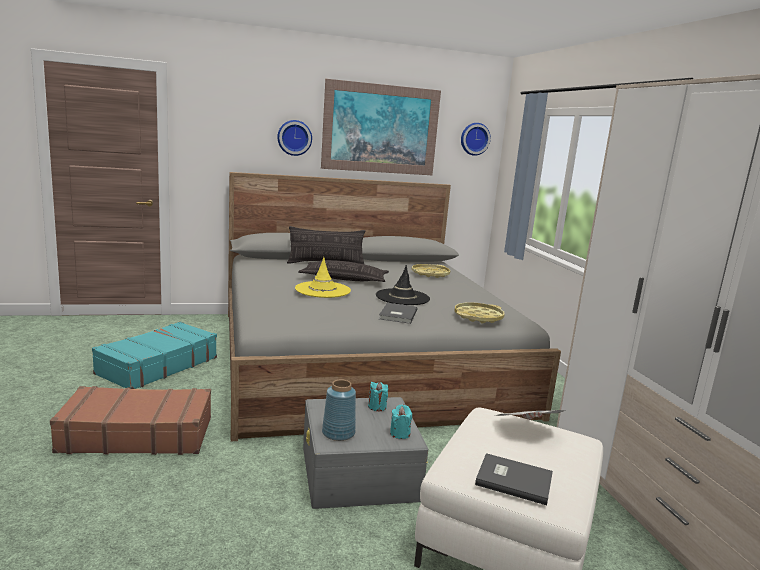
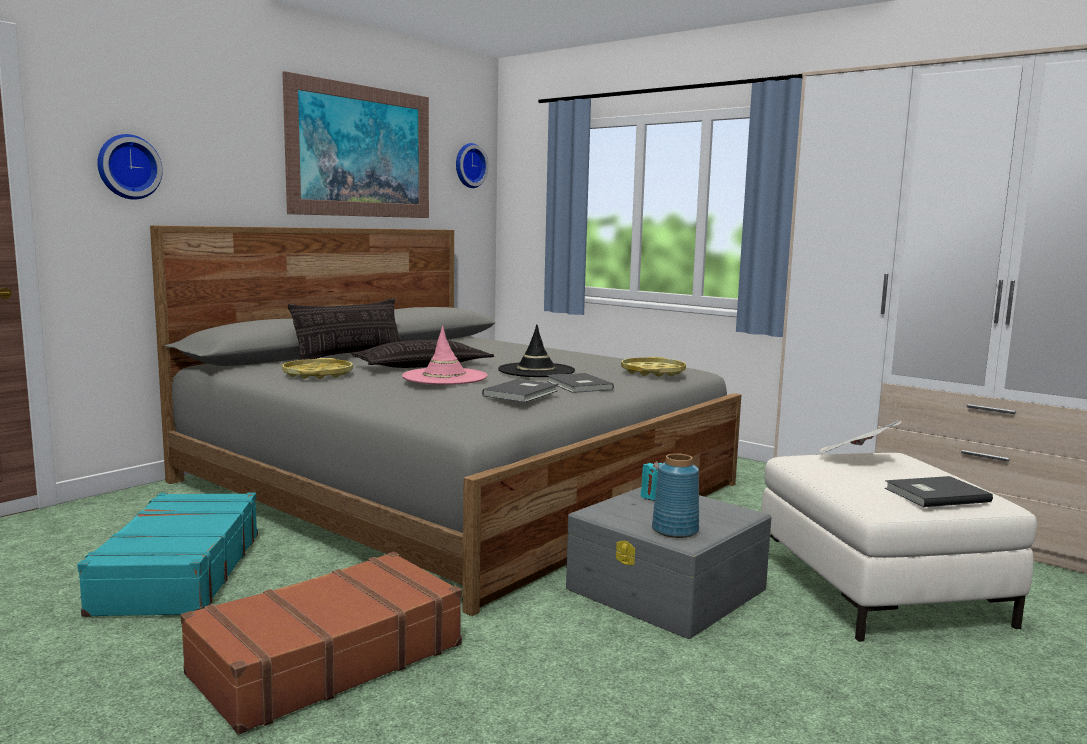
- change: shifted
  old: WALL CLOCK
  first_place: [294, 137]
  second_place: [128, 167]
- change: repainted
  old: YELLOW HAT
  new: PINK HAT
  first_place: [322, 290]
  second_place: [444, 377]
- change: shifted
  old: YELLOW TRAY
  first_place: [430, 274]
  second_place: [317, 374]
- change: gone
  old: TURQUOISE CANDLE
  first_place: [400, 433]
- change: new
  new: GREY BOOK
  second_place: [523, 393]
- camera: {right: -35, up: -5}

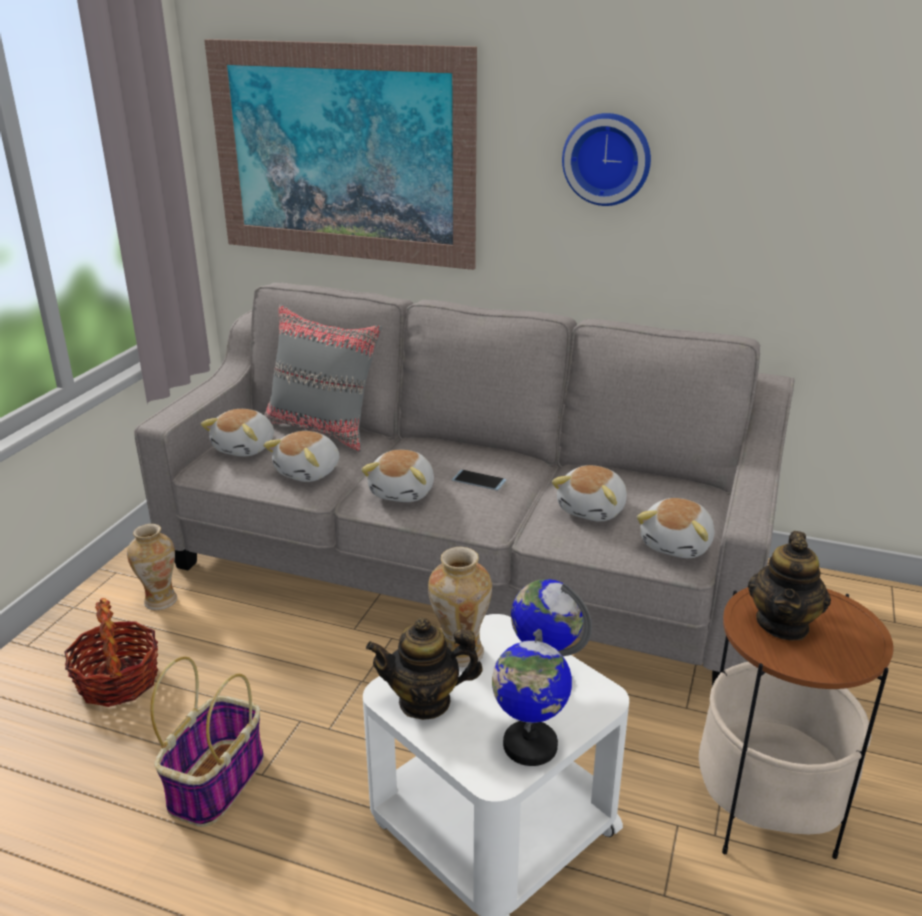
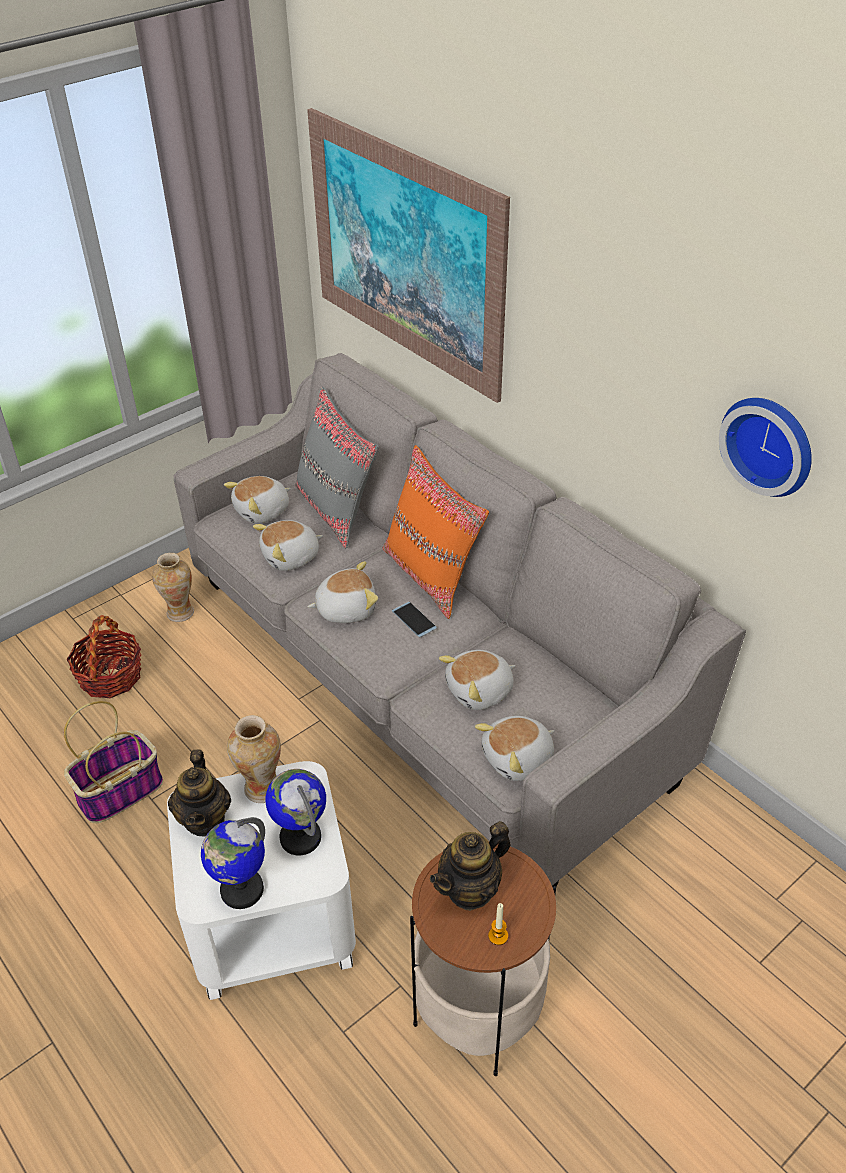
- change: shifted
  old: WALL CLOCK
  first_place: [607, 158]
  second_place: [770, 443]
- change: rotated
  old: PLUSH TOY
  first_place: [403, 492]
  second_place: [346, 608]
  degrees: -150
- change: rotated
  old: TEAPOT
  first_place: [425, 701]
  second_place: [205, 819]
  degrees: -120
- change: new
  new: ORANGE PILLOW
  second_place: [431, 575]
- change: new
  new: CANDLE
  second_place: [498, 936]
- camera: {right: 30, up: 15}

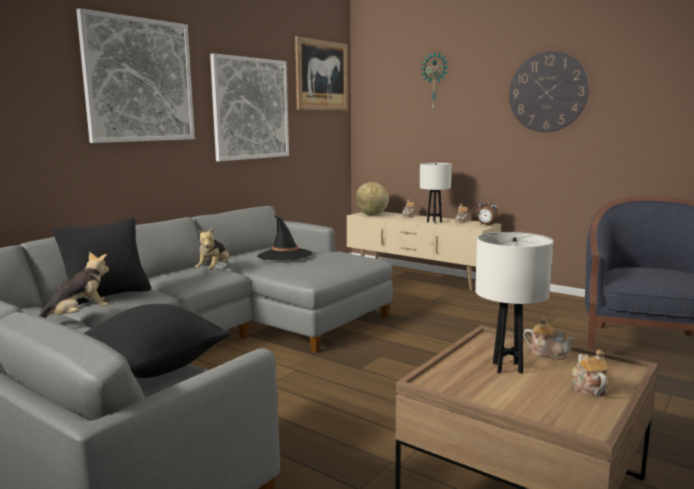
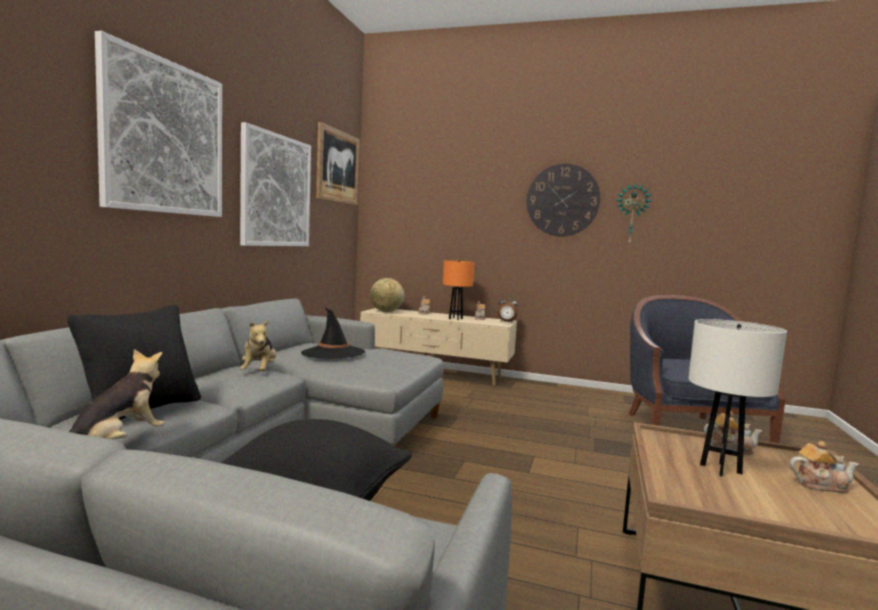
- change: shifted
  old: WALL CLOCK
  first_place: [435, 81]
  second_place: [632, 214]
- change: repainted
  old: WHITE TABLE LAMP
  new: ORANGE TABLE LAMP
  first_place: [434, 222]
  second_place: [455, 319]
- change: rotated
  old: TEAPOT
  first_place: [588, 388]
  second_place: [820, 485]
  degrees: 120
- camera: {right: -20, up: -5}

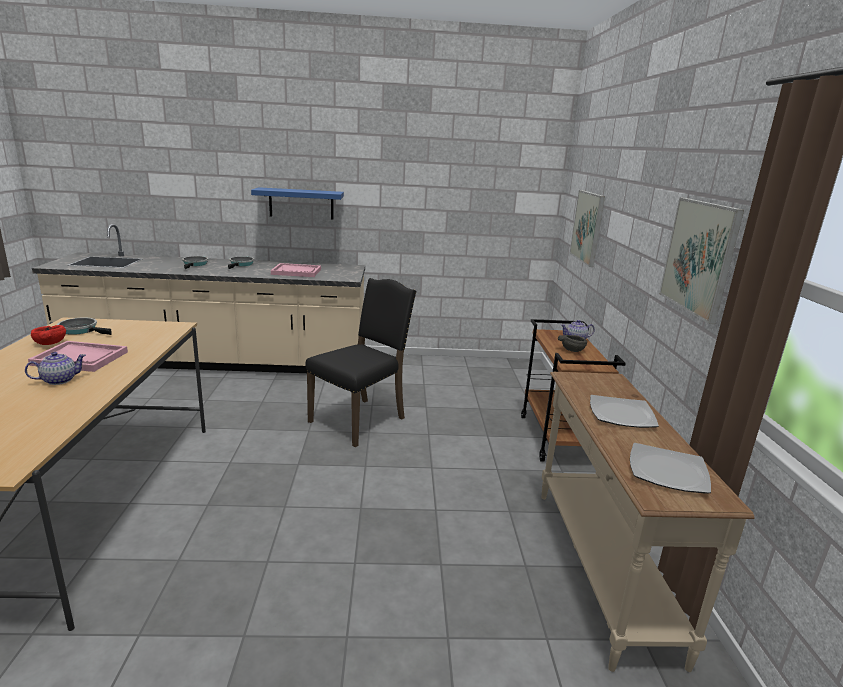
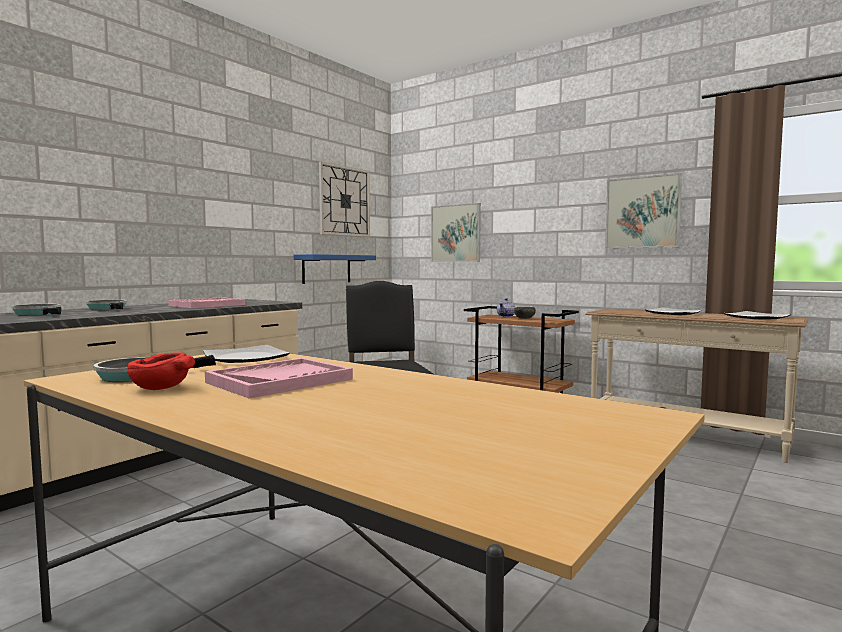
- change: shifted
  old: BLUE SHELF
  first_place: [301, 203]
  second_place: [326, 269]
- change: gone
  old: TEAPOT
  first_place: [59, 380]
- change: new
  new: WALL CLOCK
  second_place: [344, 201]
- change: new
  new: PLATE
  second_place: [247, 358]
- camera: {right: -50, up: -15}

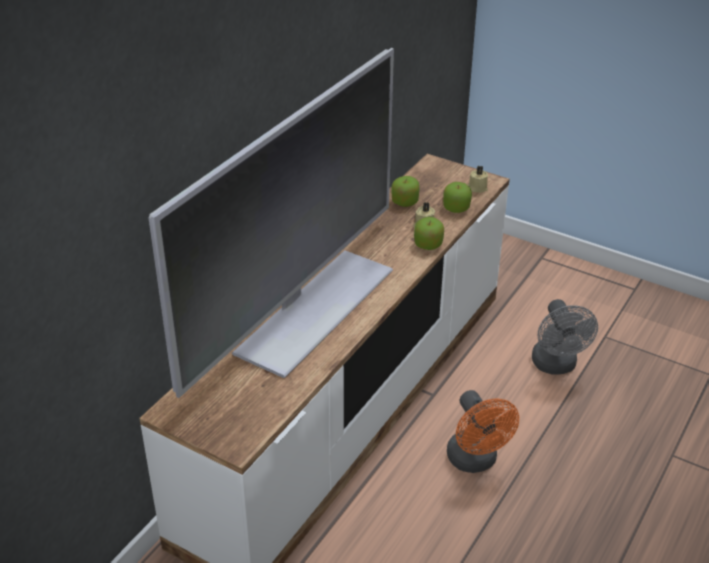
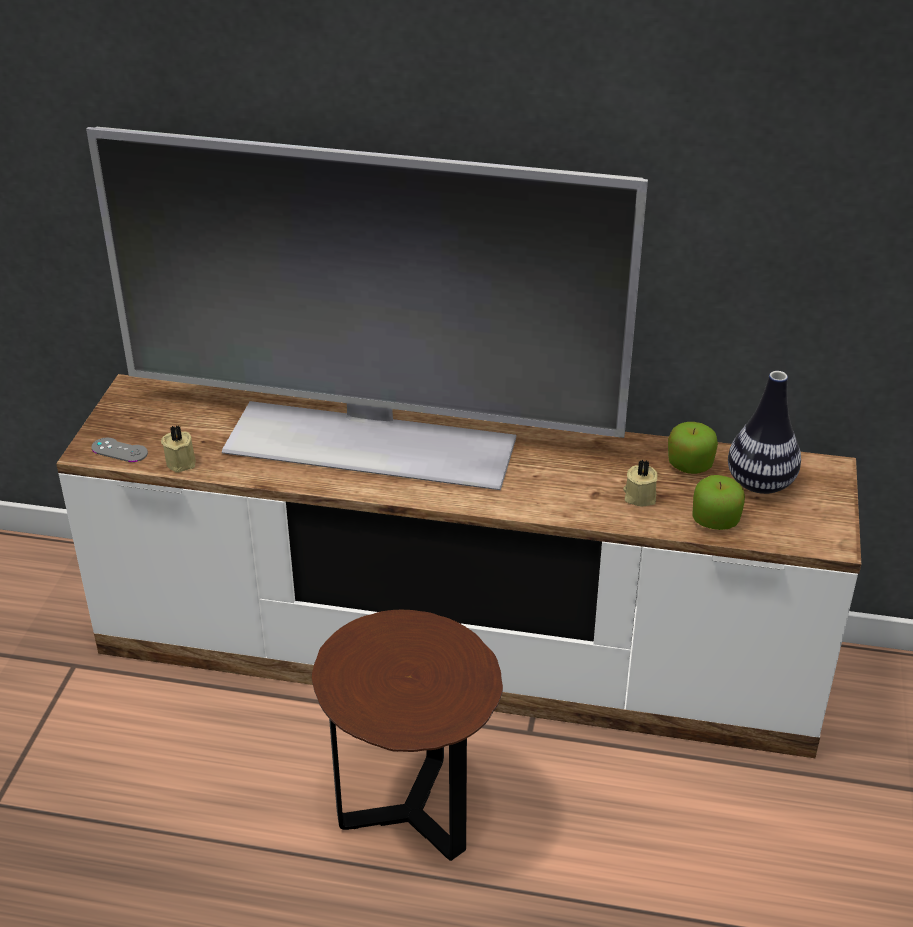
- change: shifted
  old: BEIGE CANDLE
  first_place: [477, 188]
  second_place: [182, 461]
- change: gone
  old: APPLE
  first_place: [428, 244]
- change: gone
  old: GREY FAN
  first_place: [556, 366]
- change: swapped
  old: ORANGE FAN
  new: BROWN SIDE TABLE
  first_place: [475, 461]
  second_place: [411, 814]
- change: new
  new: VASE
  second_place: [760, 484]
- change: new
  new: GREY GAME CONTROLLER
  second_place: [119, 450]
- camera: {right: 70, up: 0}

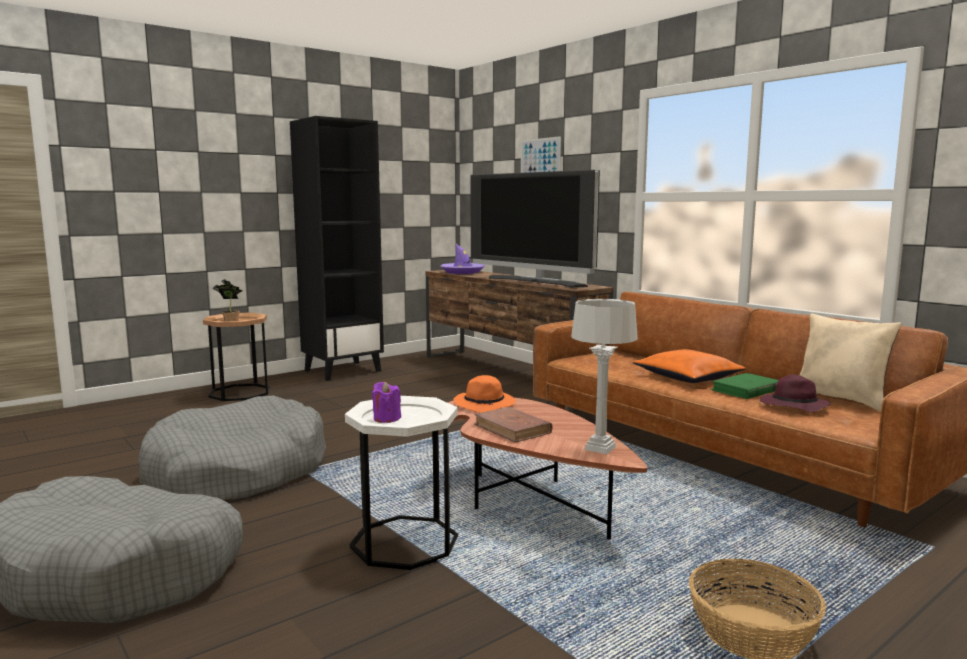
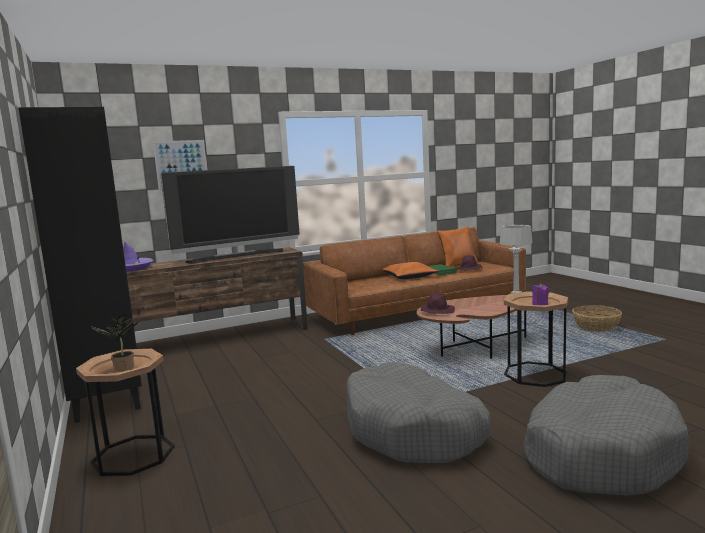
- change: repainted
  old: BEIGE PILLOW
  new: ORANGE PILLOW
  first_place: [841, 400]
  second_place: [458, 265]
- change: repainted
  old: ORANGE HAT
  new: PURPLE HAT
  first_place: [485, 405]
  second_place: [437, 311]
- change: repainted
  old: WHITE SIDE TABLE
  new: BROWN SIDE TABLE
  first_place: [404, 542]
  second_place: [535, 374]
- change: gone
  old: BROWN BOOK
  first_place: [512, 429]
- camera: {right: -75, up: 0}

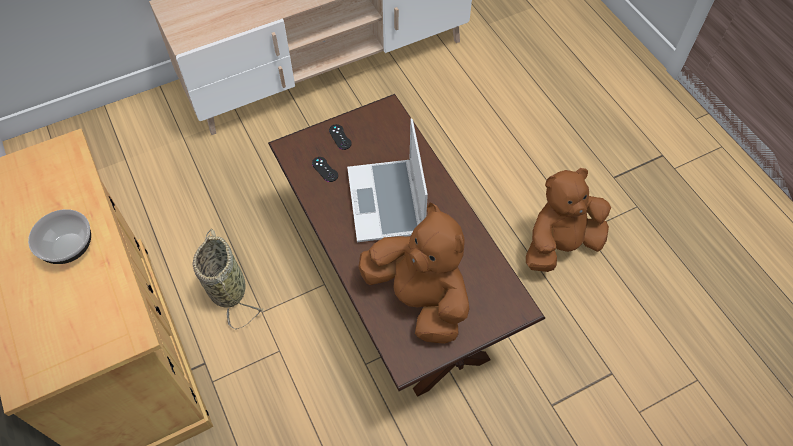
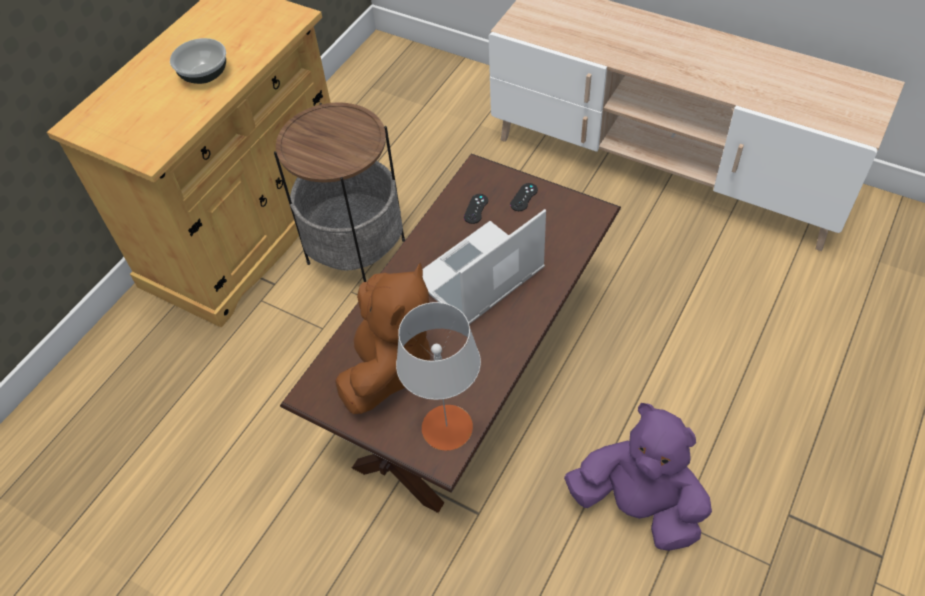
- change: repainted
  old: BROWN PLUSH TOY
  new: PURPLE PLUSH TOY
  first_place: [560, 244]
  second_place: [638, 505]
- change: swapped
  old: BASKET
  new: SIDE TABLE
  first_place: [227, 287]
  second_place: [356, 252]
- change: new
  new: GREY TABLE LAMP
  second_place: [447, 428]
- camera: {right: 60, up: -5}

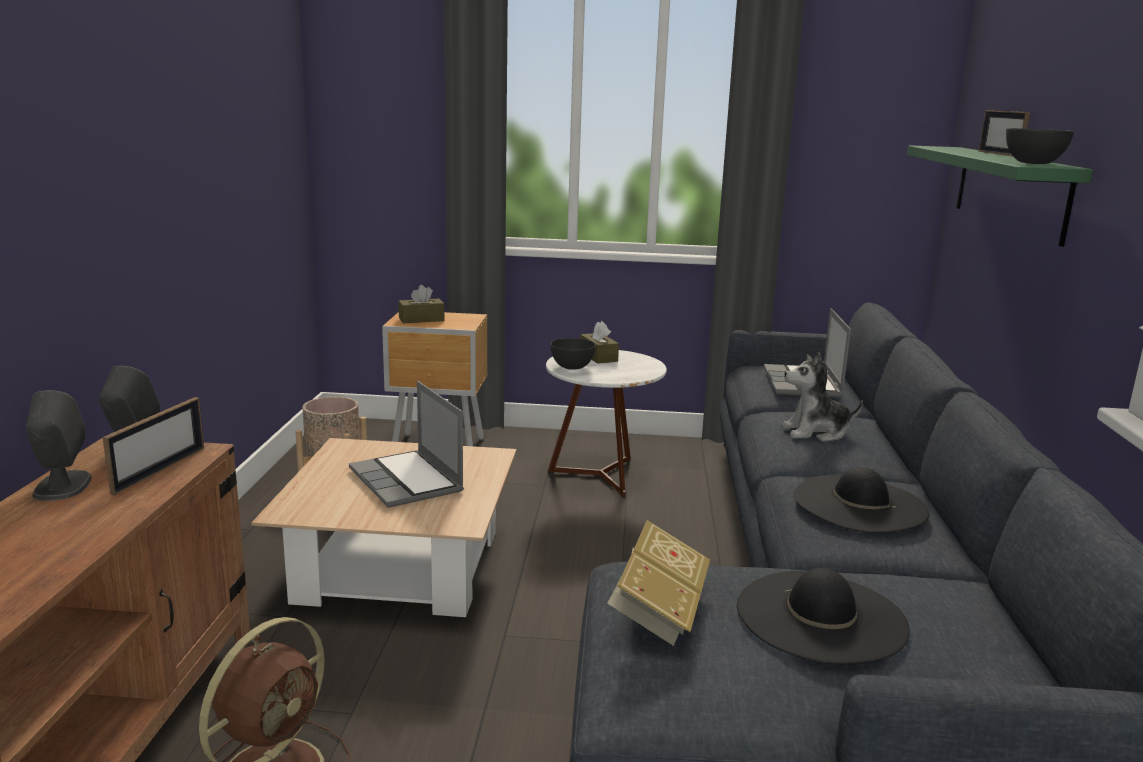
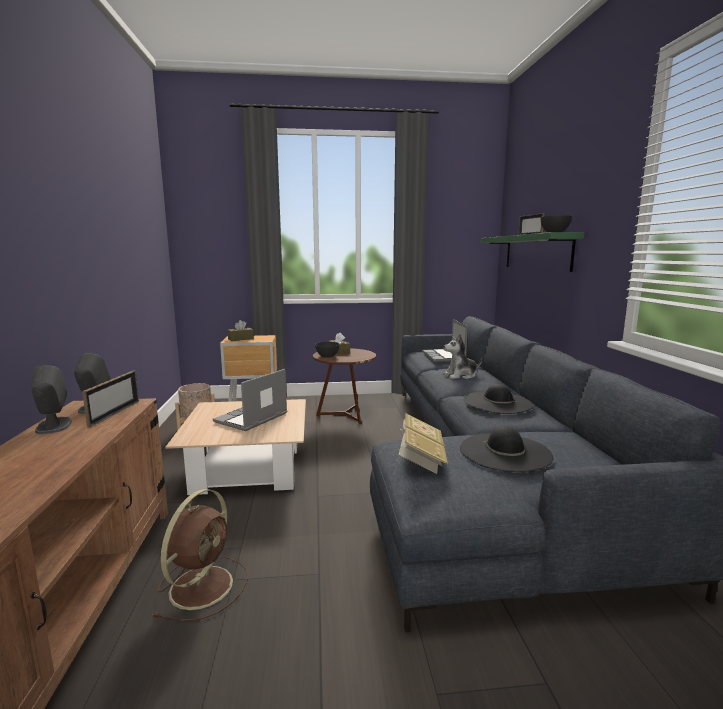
- change: repainted
  old: WHITE SIDE TABLE
  new: BROWN SIDE TABLE
  first_place: [601, 476]
  second_place: [345, 414]
- change: rotated
  old: LAPTOP
  first_place: [408, 481]
  second_place: [251, 418]
  degrees: 75
- camera: {right: -10, up: -5}

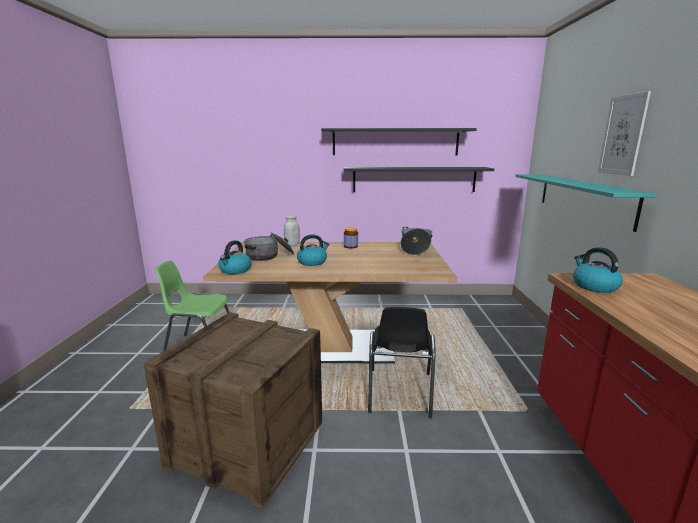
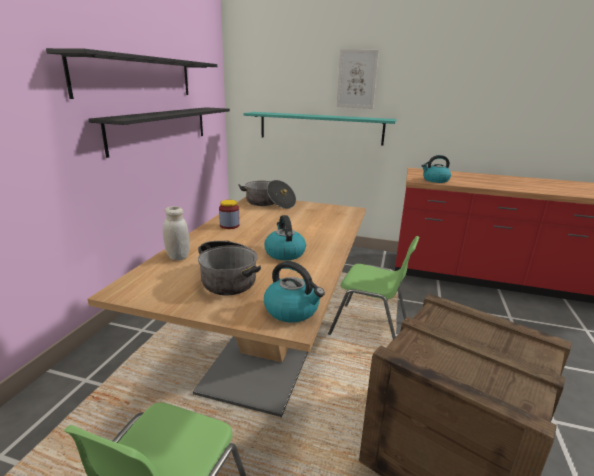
- change: repainted
  old: BLACK CHAIR
  new: GREEN CHAIR
  first_place: [399, 393]
  second_place: [370, 328]
- camera: {right: -75, up: 5}

